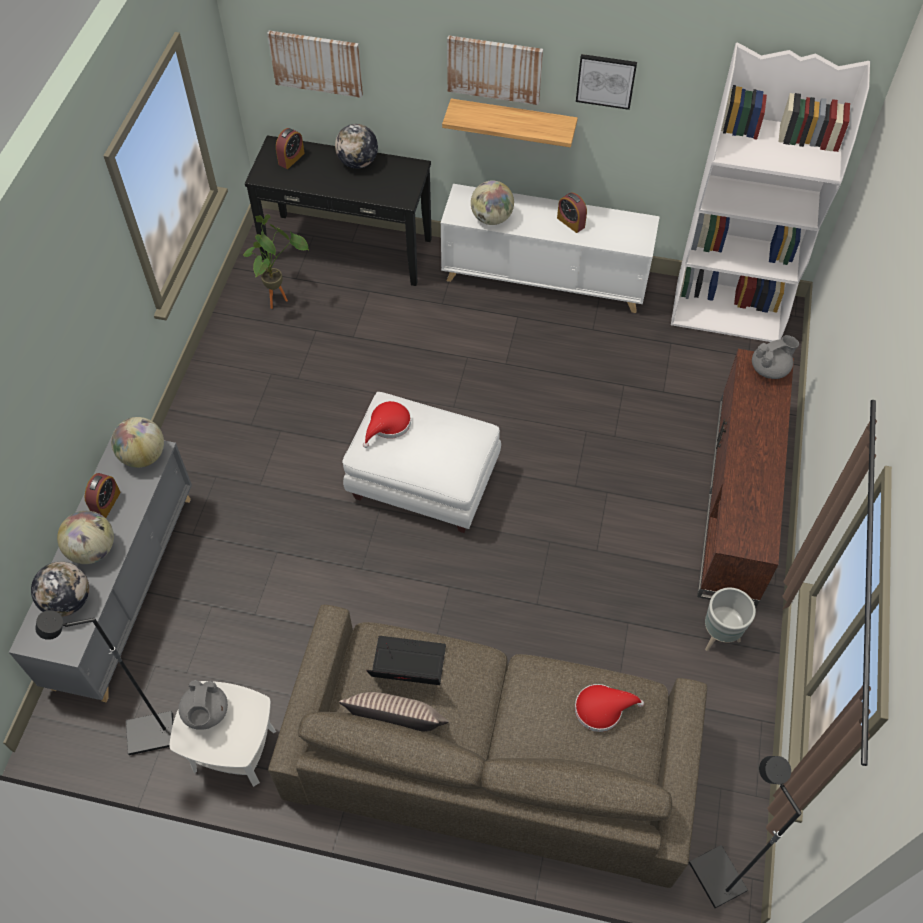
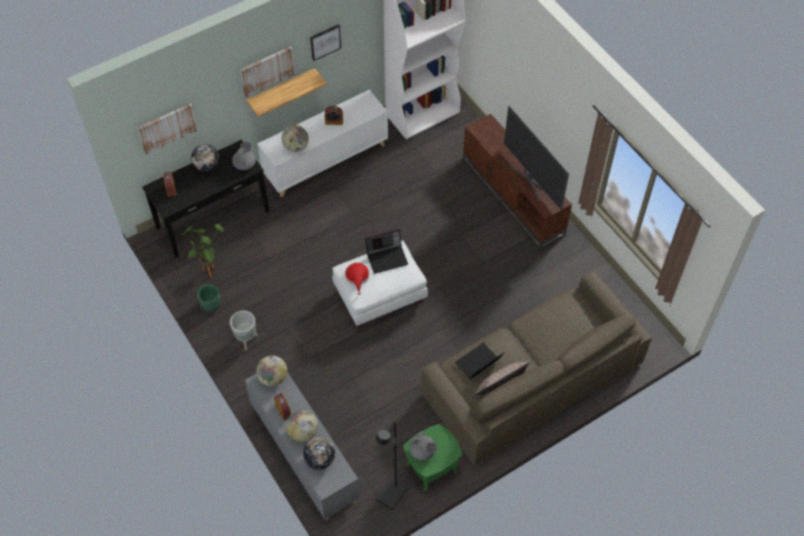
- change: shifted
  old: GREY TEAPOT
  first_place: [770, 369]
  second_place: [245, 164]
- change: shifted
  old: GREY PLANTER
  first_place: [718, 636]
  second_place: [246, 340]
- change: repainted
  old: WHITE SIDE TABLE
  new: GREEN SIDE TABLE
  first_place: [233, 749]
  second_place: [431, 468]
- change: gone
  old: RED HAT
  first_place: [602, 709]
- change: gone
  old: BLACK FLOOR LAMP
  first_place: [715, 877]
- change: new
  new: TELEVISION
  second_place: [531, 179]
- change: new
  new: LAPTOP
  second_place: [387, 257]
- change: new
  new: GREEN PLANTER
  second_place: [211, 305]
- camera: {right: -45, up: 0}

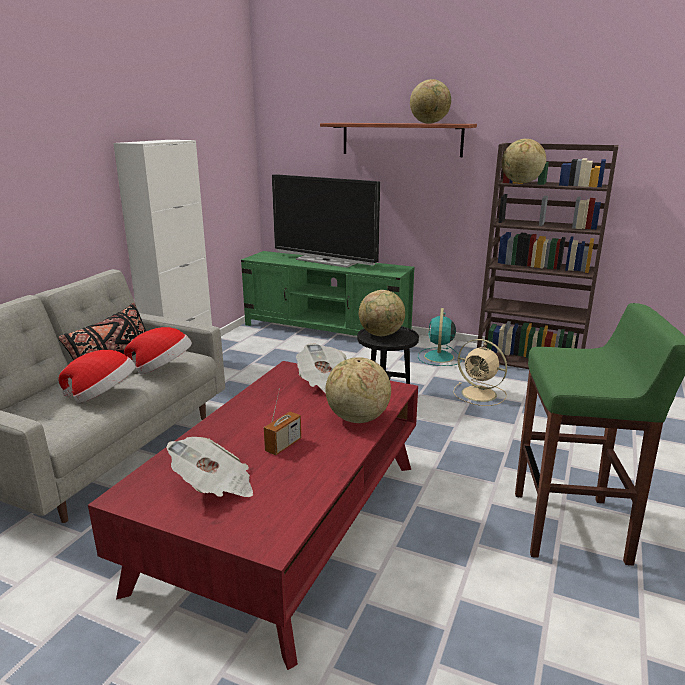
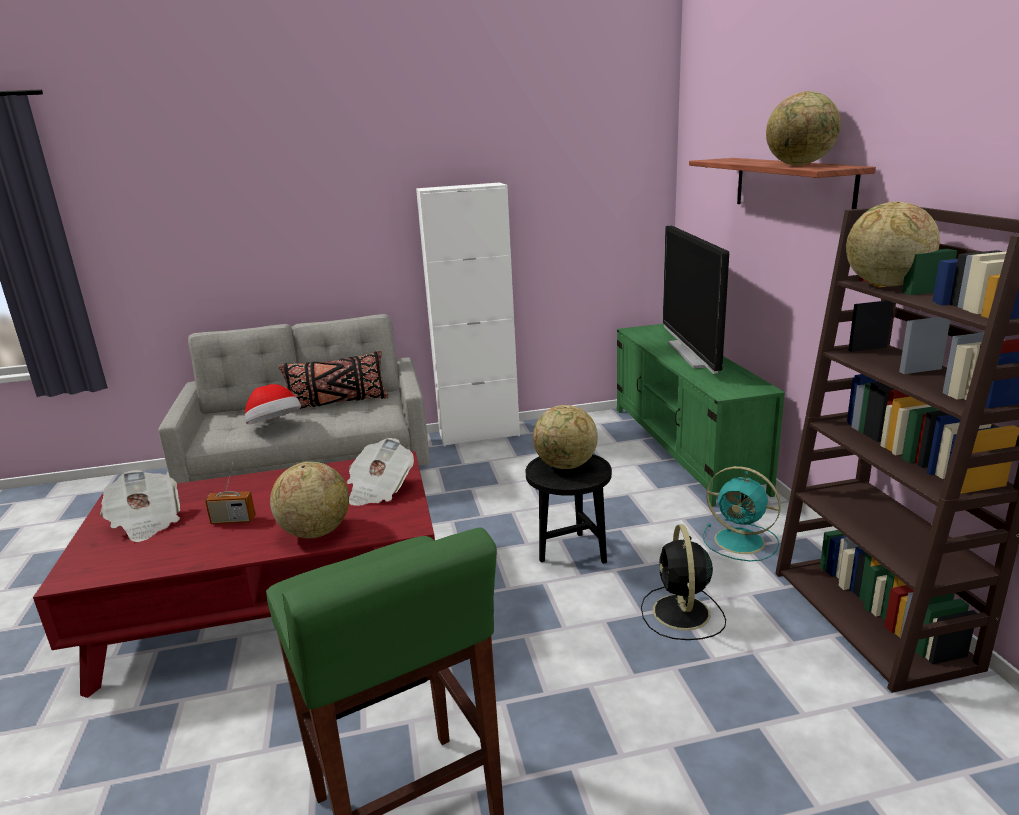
- change: rotated
  old: TURQUOISE FAN
  first_place: [439, 357]
  second_place: [741, 541]
  degrees: -120
- change: gone
  old: HAT
  first_place: [162, 369]
- change: repainted
  old: BEIGE FAN
  new: BLACK FAN
  first_place: [480, 394]
  second_place: [681, 614]
- camera: {right: 55, up: 0}

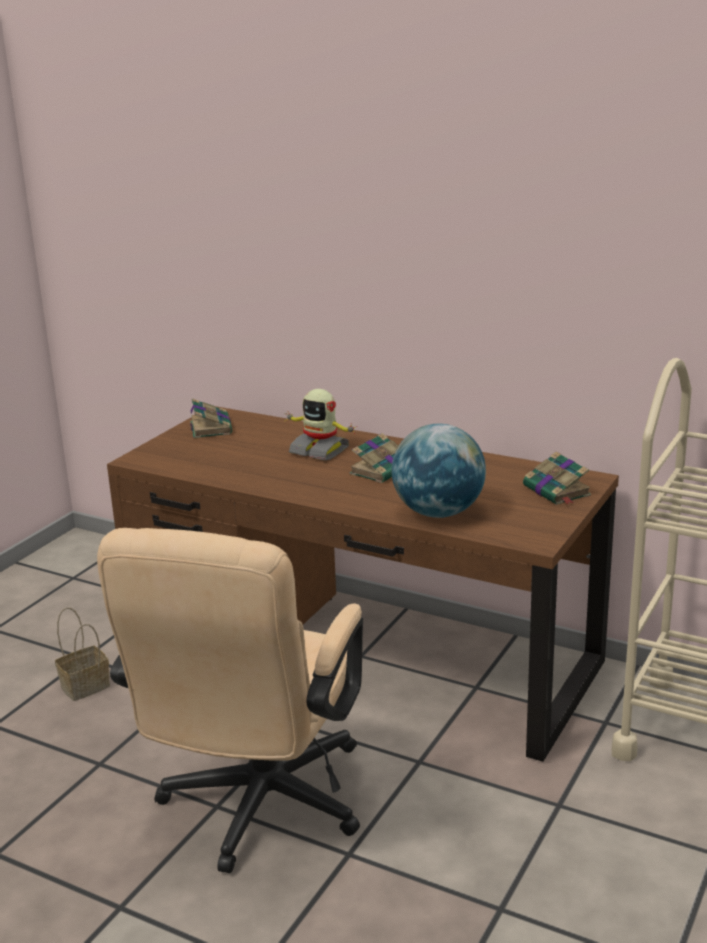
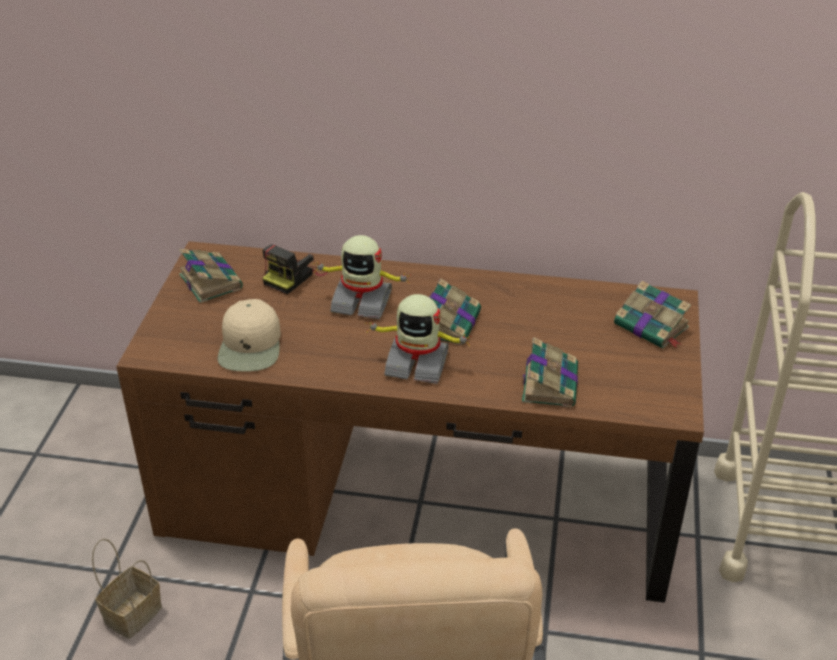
- change: swapped
  old: GLOBE
  new: BOOK
  first_place: [438, 512]
  second_place: [550, 383]
- change: new
  new: PHOTO CAMERA
  second_place: [294, 276]
- change: new
  new: TOY ROBOT
  second_place: [417, 362]
- change: new
  new: BEIGE CAP
  second_place: [251, 346]
- camera: {right: -20, up: 15}

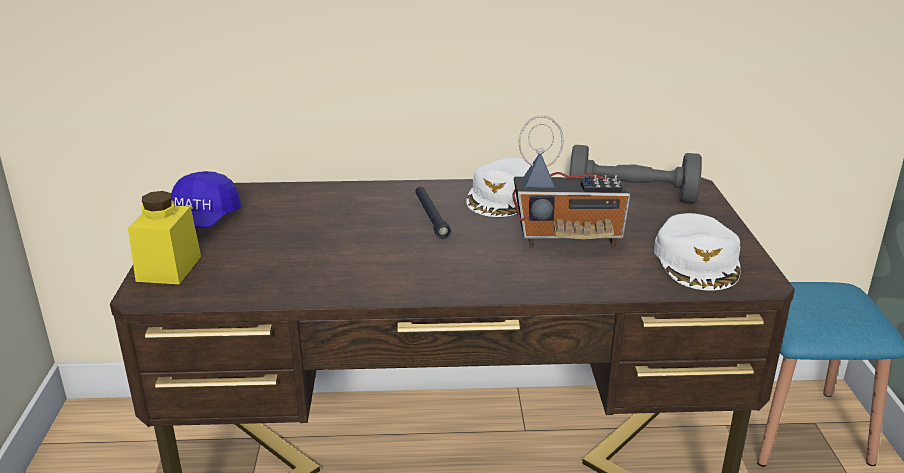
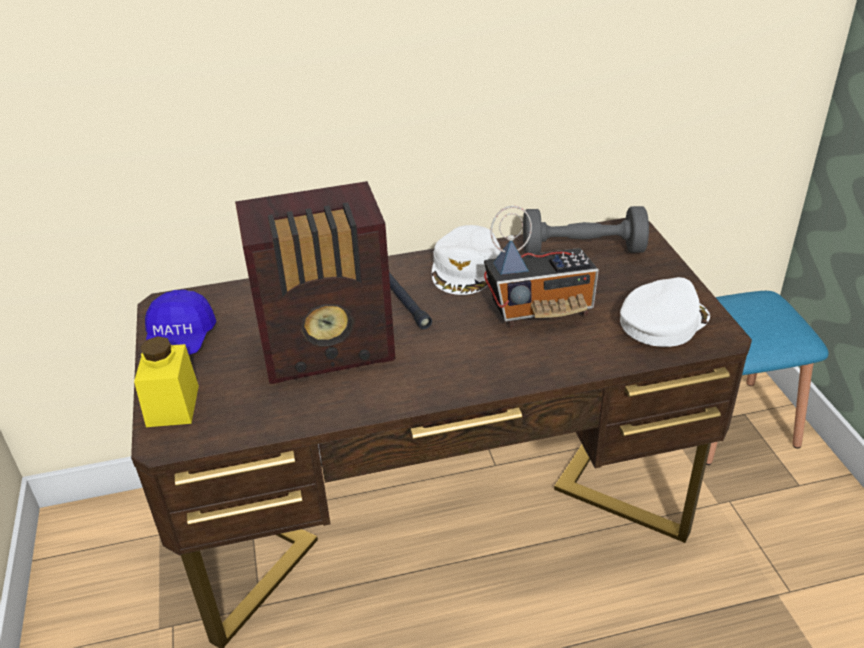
- change: rotated
  old: WHITE CAP
  first_place: [697, 261]
  second_place: [662, 321]
  degrees: -120
- change: new
  new: RADIO
  second_place: [330, 349]
- camera: {right: -10, up: 10}

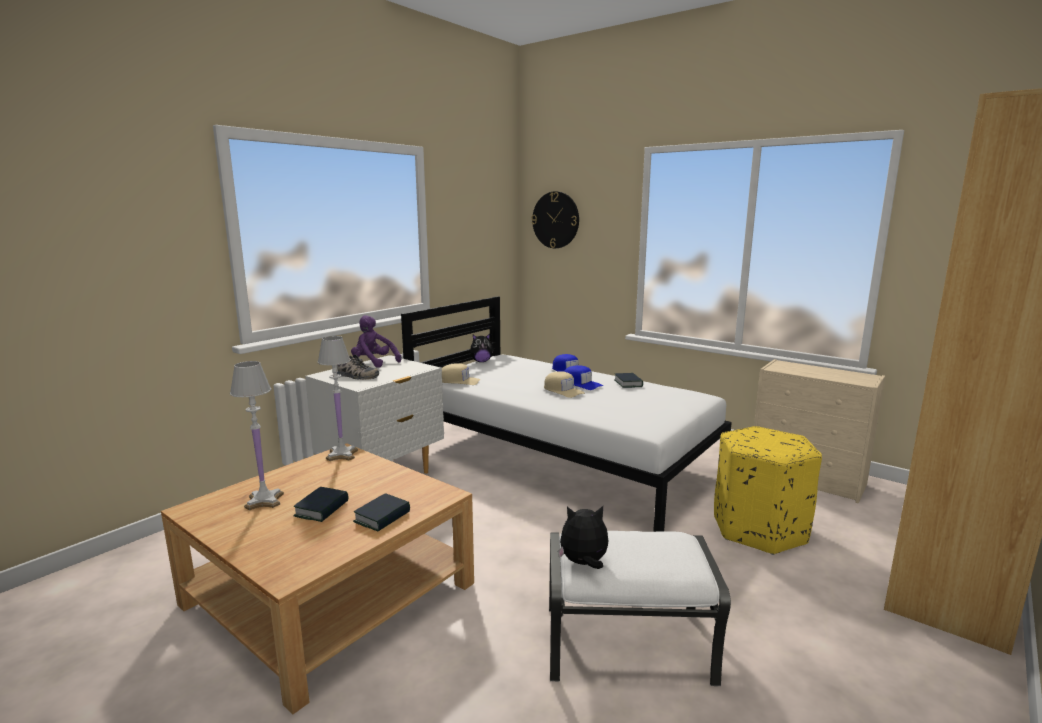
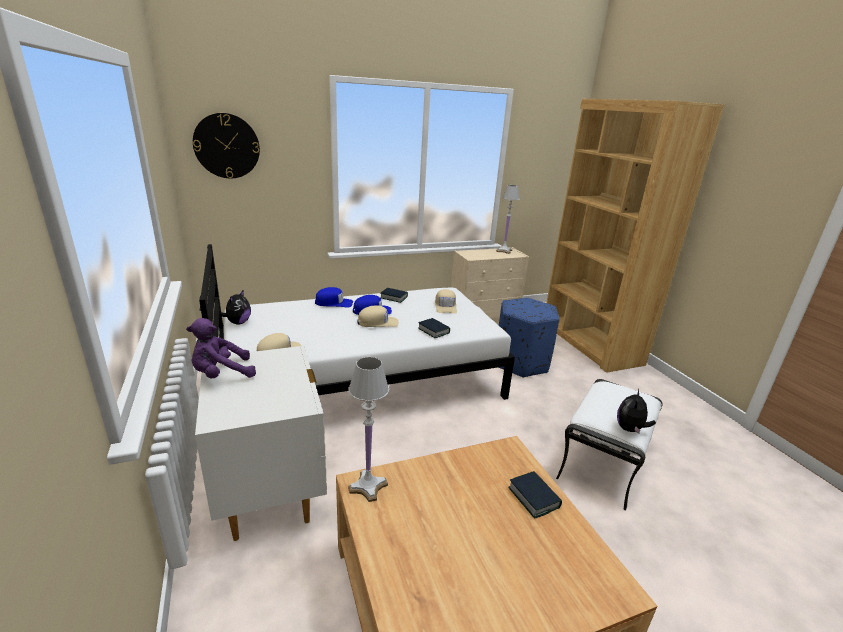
- change: gone
  old: SHOE
  first_place: [354, 376]
- change: shifted
  old: WHITE TABLE LAMP
  first_place: [264, 501]
  second_place: [504, 251]
- change: repainted
  old: YELLOW OTTOMAN
  new: BLUE OTTOMAN
  first_place: [759, 529]
  second_place: [521, 363]
- change: shifted
  old: BOOK
  first_place: [322, 509]
  second_place: [433, 331]
- change: new
  new: BEIGE CAP
  second_place: [445, 306]
- camera: {right: -60, up: 10}

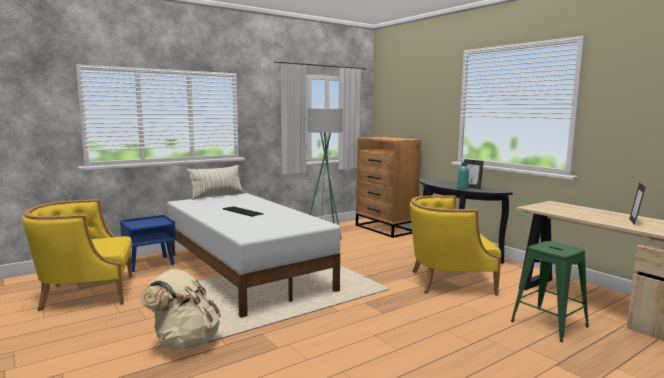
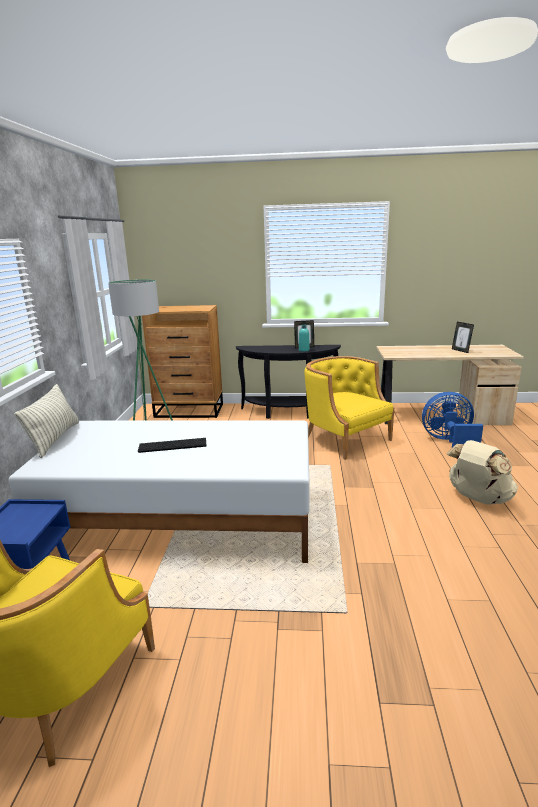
- change: rotated
  old: YELLOW ARMCHAIR
  first_place: [449, 281]
  second_place: [344, 438]
  degrees: 105
- change: swapped
  old: GREEN STOOL
  new: BLUE FAN
  first_place: [549, 324]
  second_place: [449, 441]
- change: shifted
  old: BEIGE BACKPACK
  first_place: [184, 342]
  second_place: [478, 498]
- camera: {right: -50, up: 10}

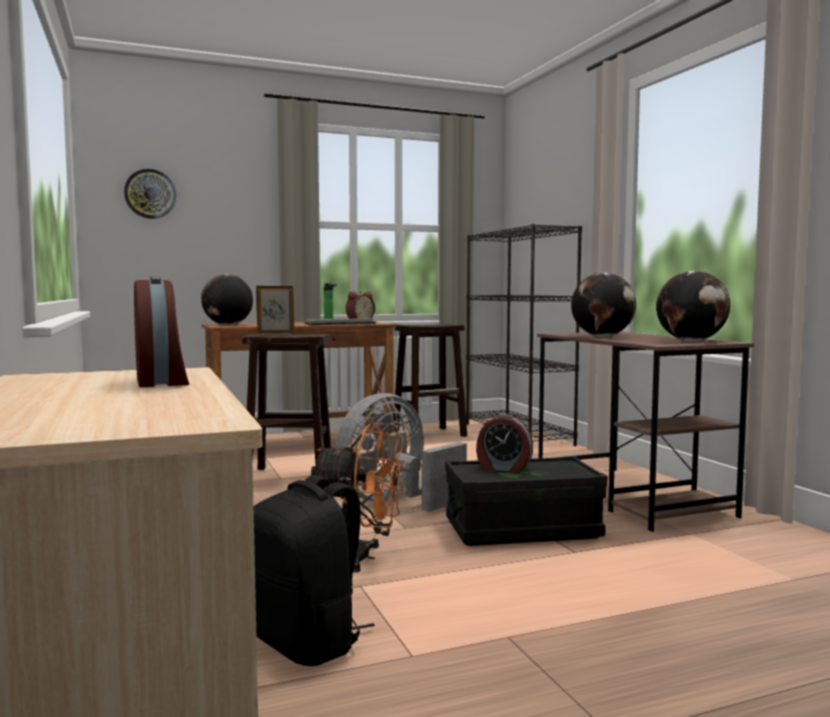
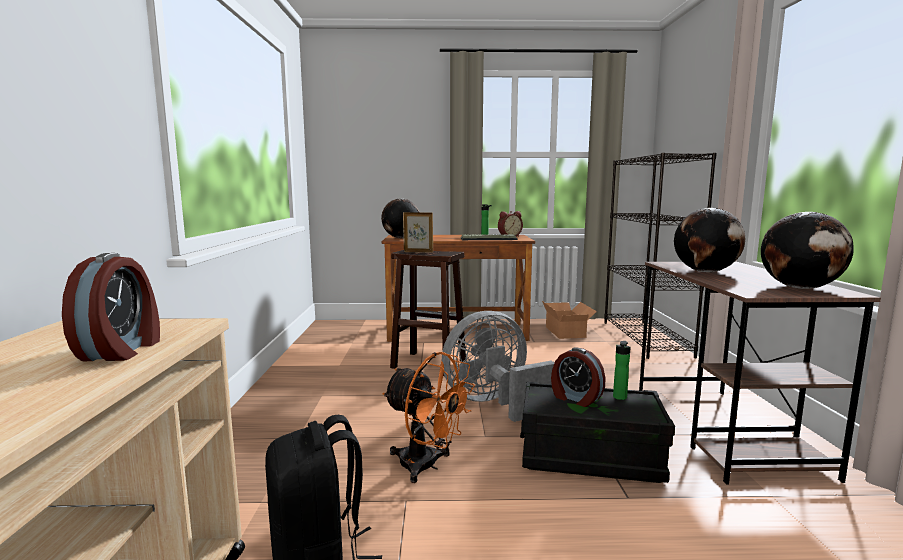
- change: gone
  old: WALL CLOCK
  first_place: [150, 194]
- change: swapped
  old: BROWN STOOL
  new: CARDBOARD BOX
  first_place: [430, 434]
  second_place: [566, 331]
- change: new
  new: BOTTLE
  second_place: [619, 398]
- camera: {right: 20, up: 5}

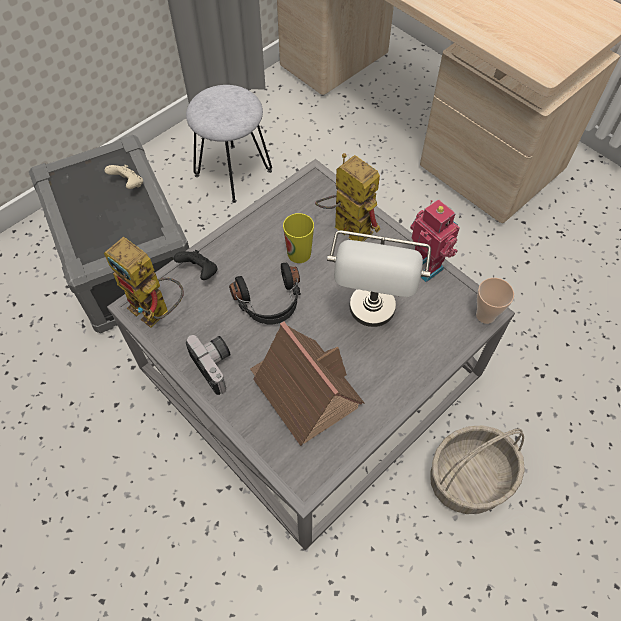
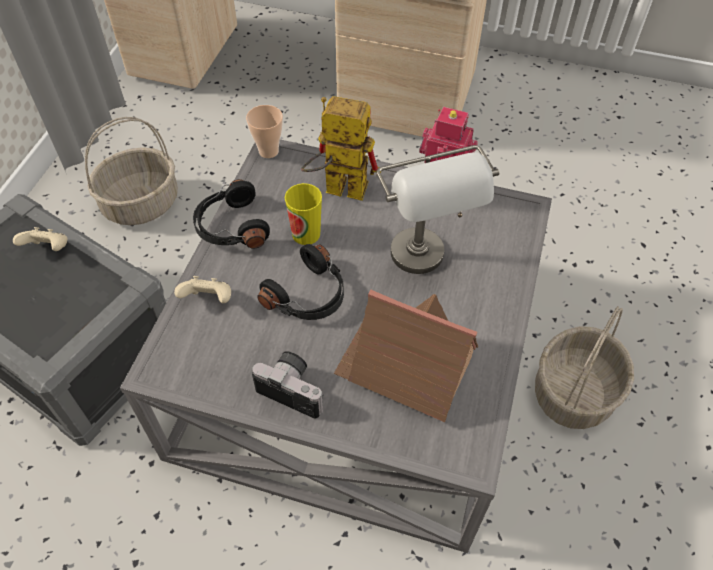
- change: swapped
  old: GREY STOOL
  new: BASKET
  first_place: [233, 172]
  second_place: [141, 203]
- change: gone
  old: TOY ROBOT
  first_place: [157, 312]
- change: repainted
  old: BLACK GAME CONTROLLER
  new: BEIGE GAME CONTROLLER
  first_place: [200, 272]
  second_place: [208, 300]
- change: shifted
  old: CUP
  first_place: [485, 315]
  second_place: [268, 151]
- change: new
  new: BLACK HEADPHONES
  second_place: [231, 227]
- camera: {right: -30, up: -5}

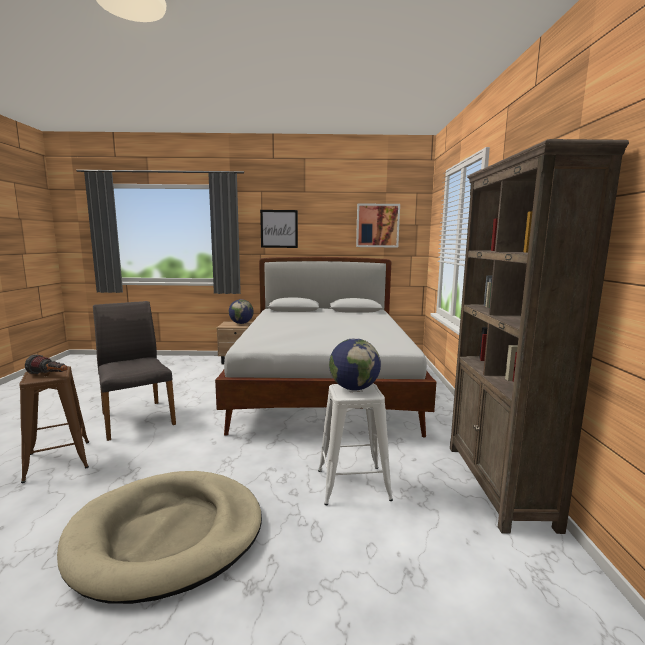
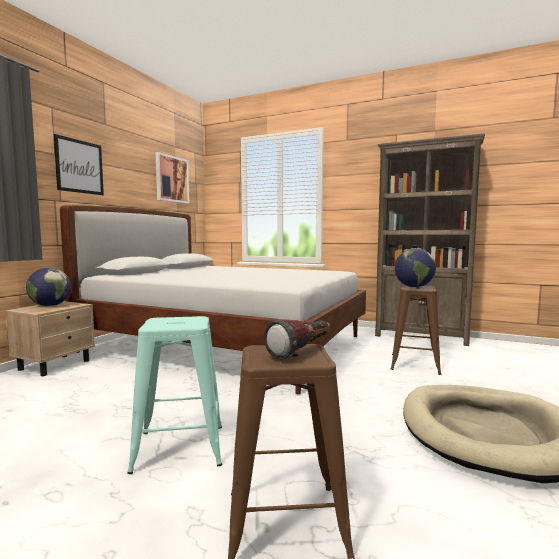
- change: swapped
  old: GREY CHAIR
  new: TURQUOISE STOOL
  first_place: [136, 418]
  second_place: [179, 448]
- change: repainted
  old: WHITE STOOL
  new: BROWN STOOL
  first_place: [353, 485]
  second_place: [414, 364]
- camera: {right: -65, up: -5}

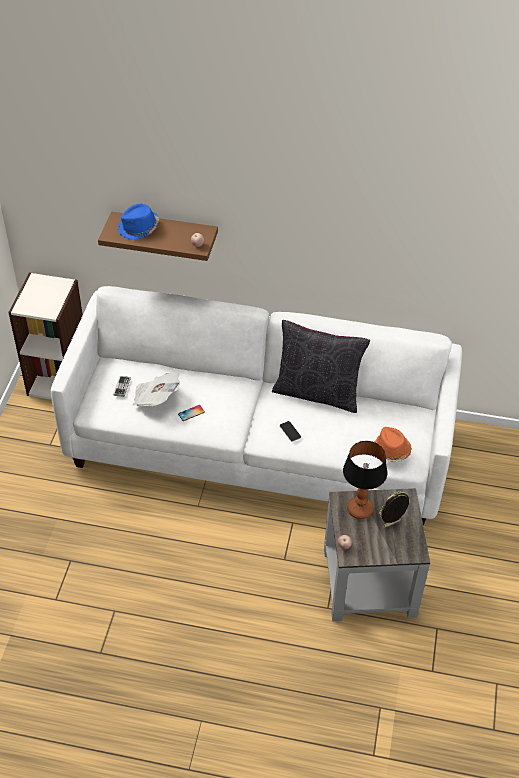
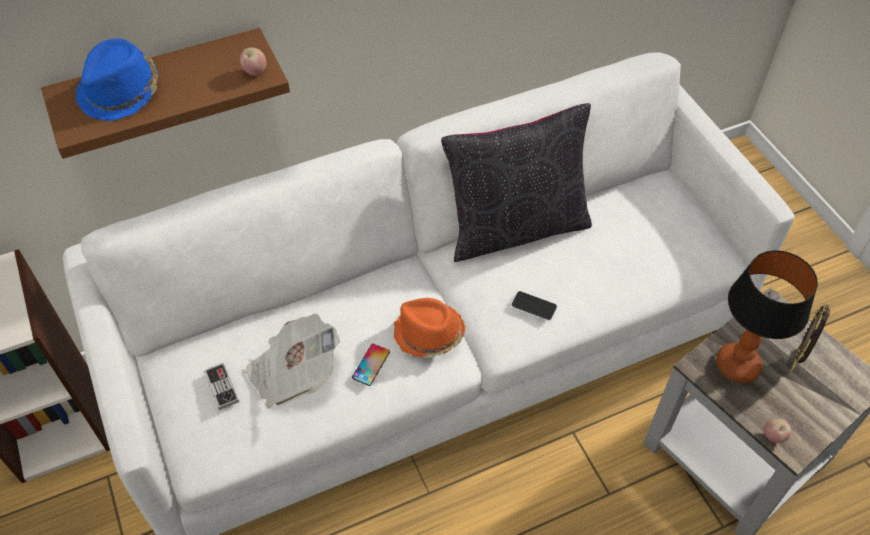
- change: shifted
  old: ORANGE HAT
  first_place: [391, 450]
  second_place: [428, 334]
- camera: {right: -35, up: 5}

